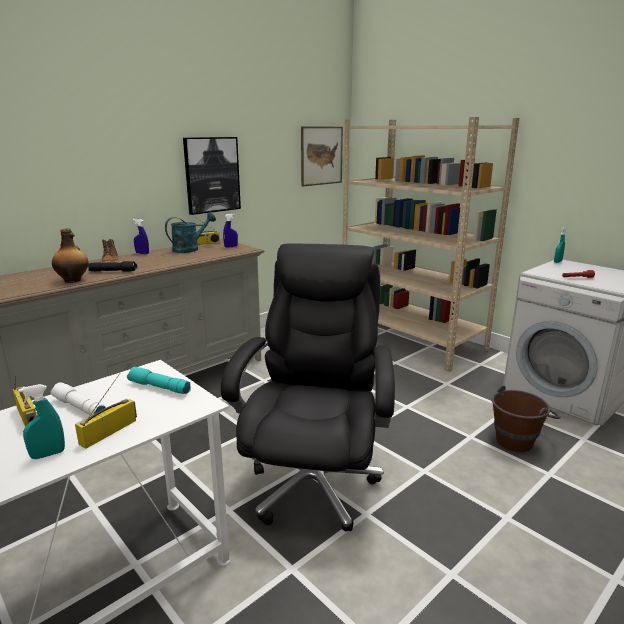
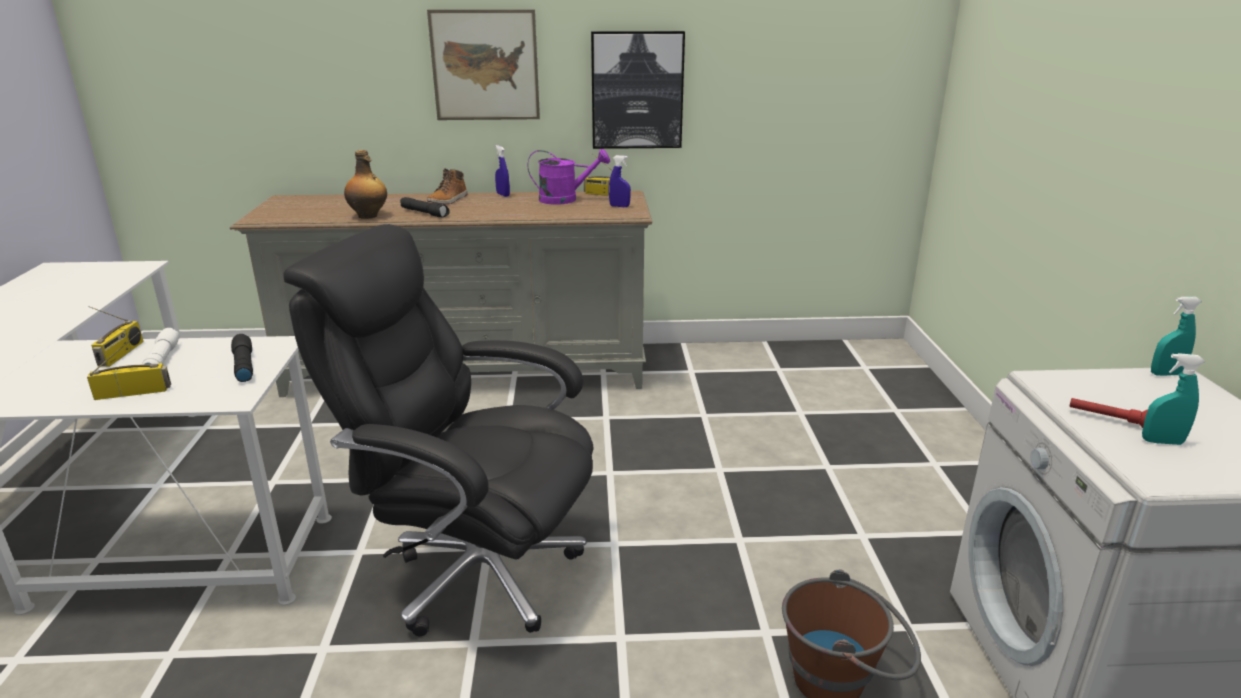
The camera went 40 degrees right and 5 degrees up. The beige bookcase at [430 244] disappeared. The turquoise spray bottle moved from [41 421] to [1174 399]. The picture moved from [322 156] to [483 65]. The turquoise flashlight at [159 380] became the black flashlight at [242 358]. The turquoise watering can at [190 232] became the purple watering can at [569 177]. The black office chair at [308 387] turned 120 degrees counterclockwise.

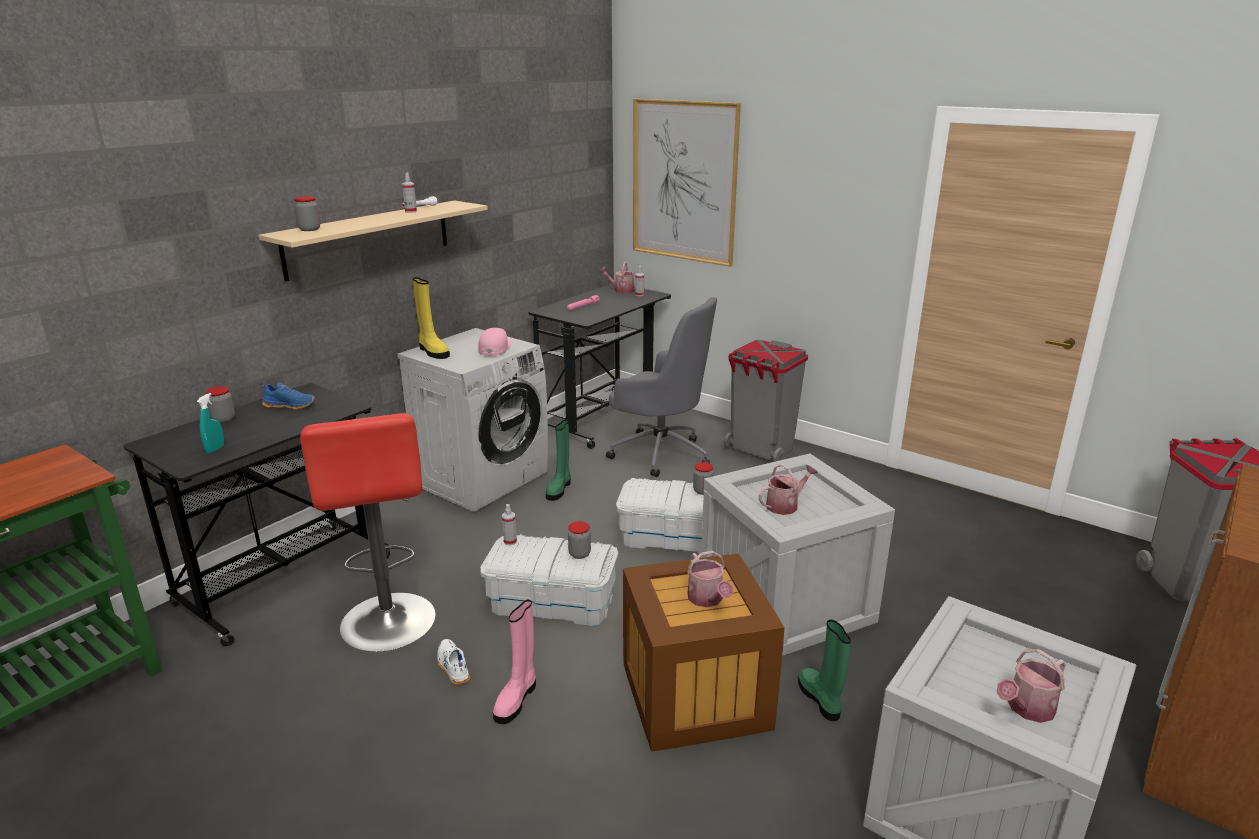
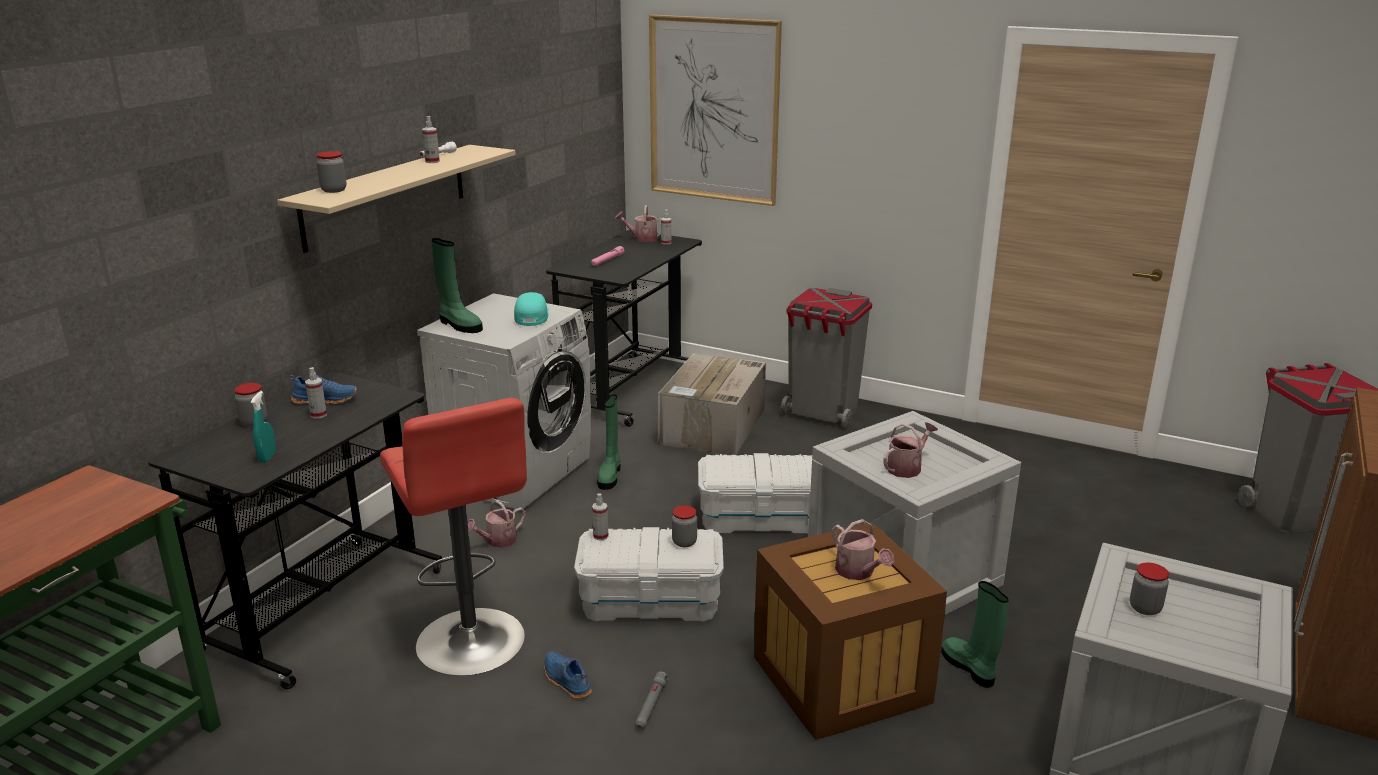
The camera went 10 degrees left and 0 degrees up. The spray bottle at [316 393] appeared. The jar moved from [703 478] to [1149 589]. The watering can moved from [1031 686] to [497 524]. The pink boot at [514 662] was replaced by the grey flashlight at [651 701]. The grey office chair at [661 387] was replaced by the cardboard box at [712 404]. The yellow boot at [431 318] became the green boot at [457 285]. The white shoe at [453 662] became the blue shoe at [568 675]. The pink cap at [496 342] became the turquoise cap at [531 309].

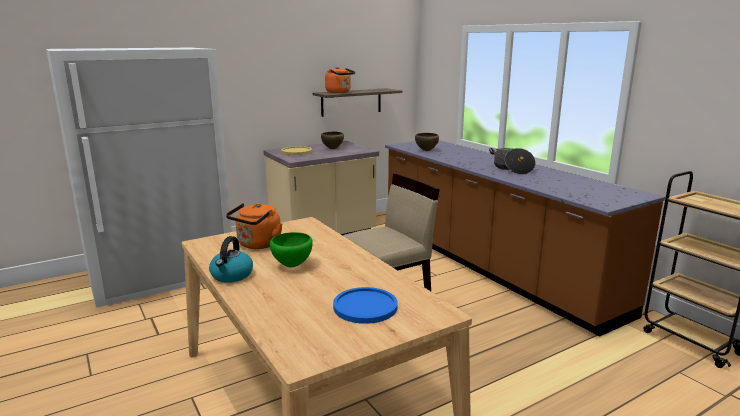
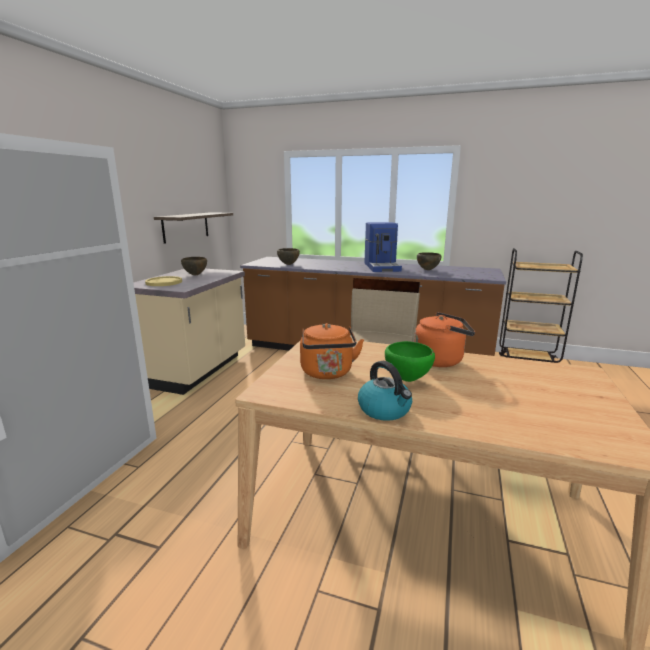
The camera went 40 degrees left and 0 degrees up. The blue plate at [365 305] disappeared. The brown bowl at [429 261] appeared. The orange kettle moved from [340 80] to [444 339]. The cooking pot at [512 161] was replaced by the coffee machine at [383 247].

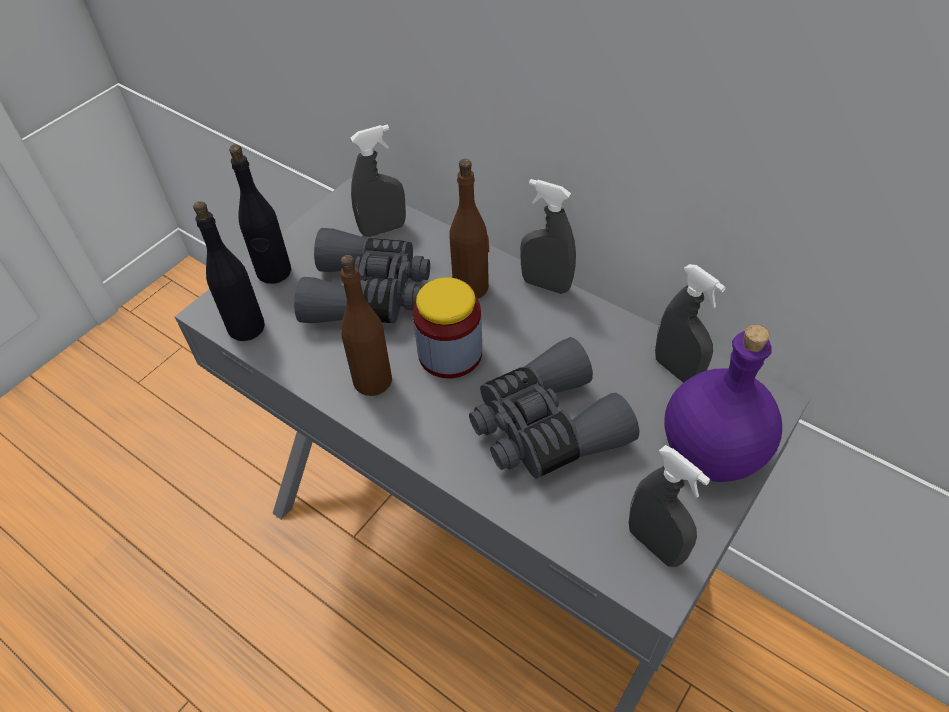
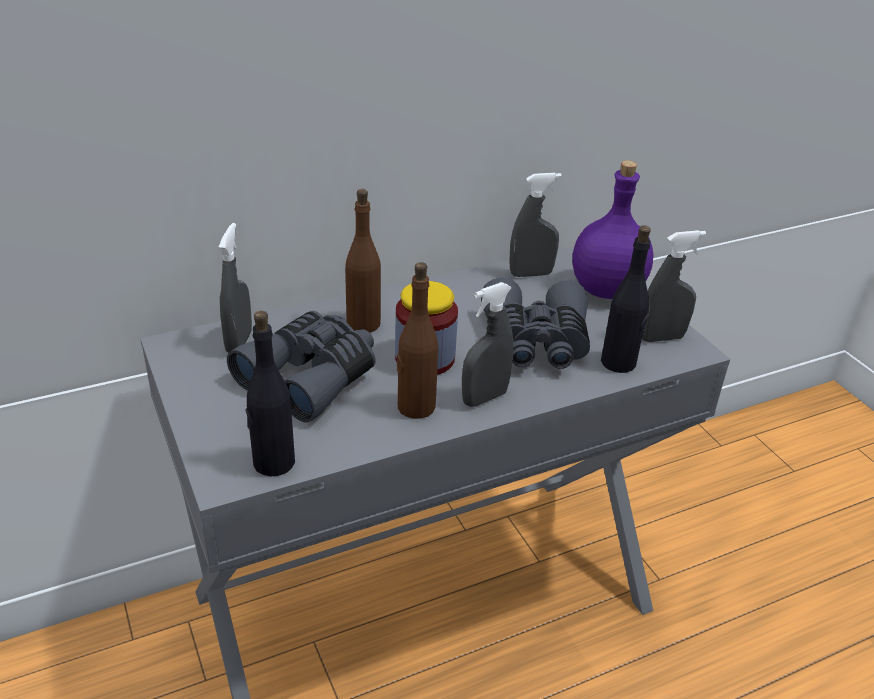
The camera went 65 degrees left and 15 degrees down. The black bottle moved from [260 214] to [626 299]. The grey spray bottle moved from [548 236] to [487 344].

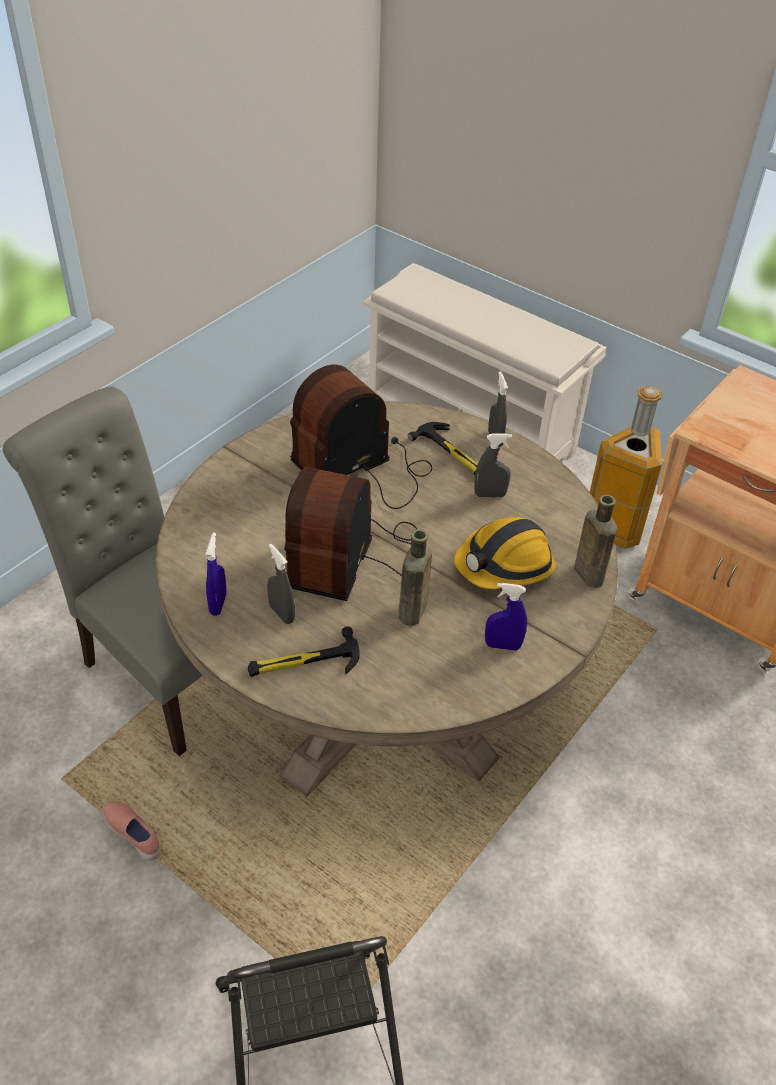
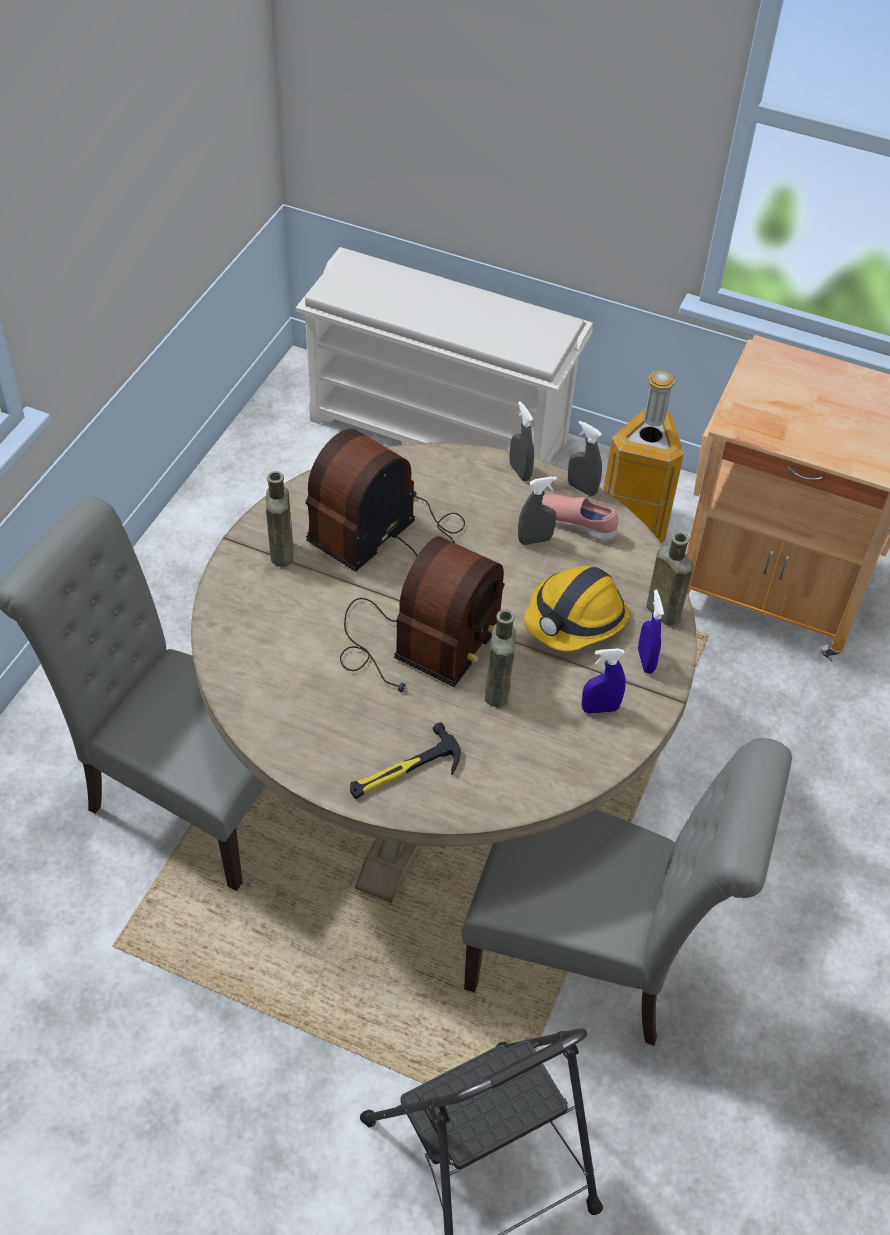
The camera went 15 degrees left and 5 degrees up. The hammer at [443 448] disappeared. The brown bottle at [279 519] appeared. The grey chair at [626 892] appeared. The pink shoe moved from [132 830] to [580 517]. The blue spray bottle moved from [215 574] to [651 632]. The grey spray bottle moved from [281 584] to [585 458]. The radio at [351 534] turned 150 degrees counterclockwise.

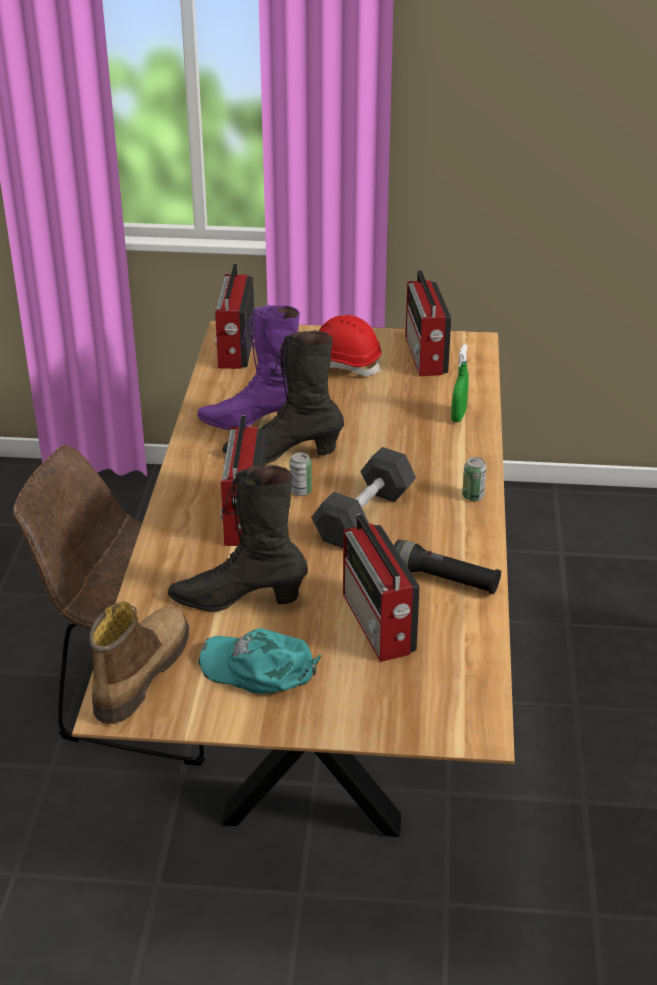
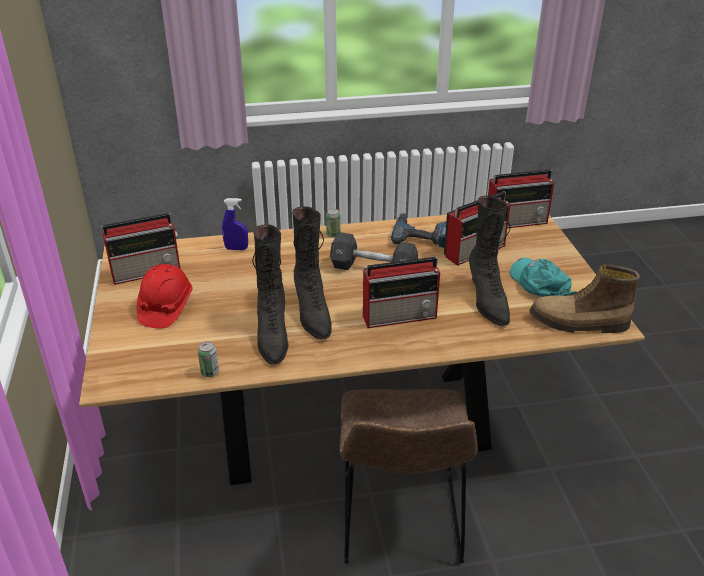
The camera went 105 degrees left and 0 degrees up. The radio moved from [234 316] to [521 199]. The can moved from [301 474] to [208 359]. The black flashlight at [447 567] was replaced by the power drill at [418 230]. The purple boot at [248 367] became the black boot at [270 294]. The green spray bottle at [460 383] became the blue spray bottle at [235 224]. The turquoise cap at [260 661] turned 150 degrees clockwise.

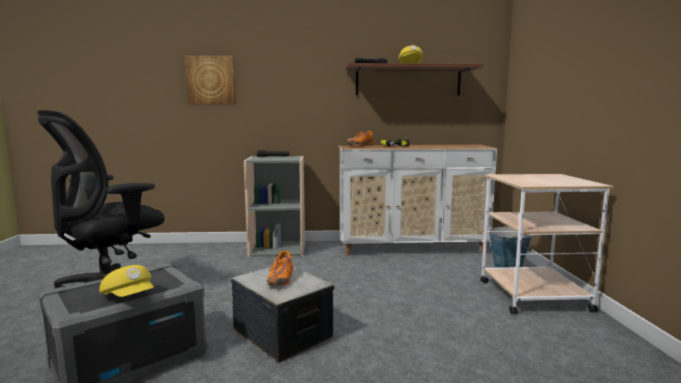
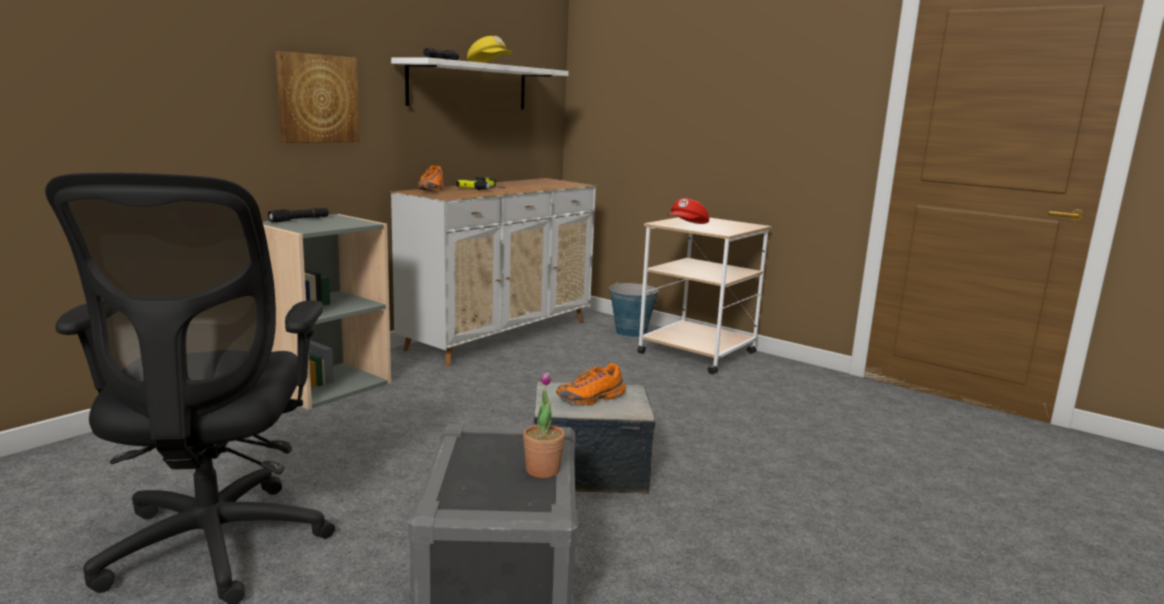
The camera went 50 degrees left and 5 degrees up. The red cap at [688 211] appeared. The picture moved from [210 80] to [317 97]. The yellow cap at [126 281] was replaced by the potted plant at [544 425]. The brown shelf at [414 79] became the white shelf at [480 84]. The orange shoe at [280 268] turned 105 degrees clockwise.

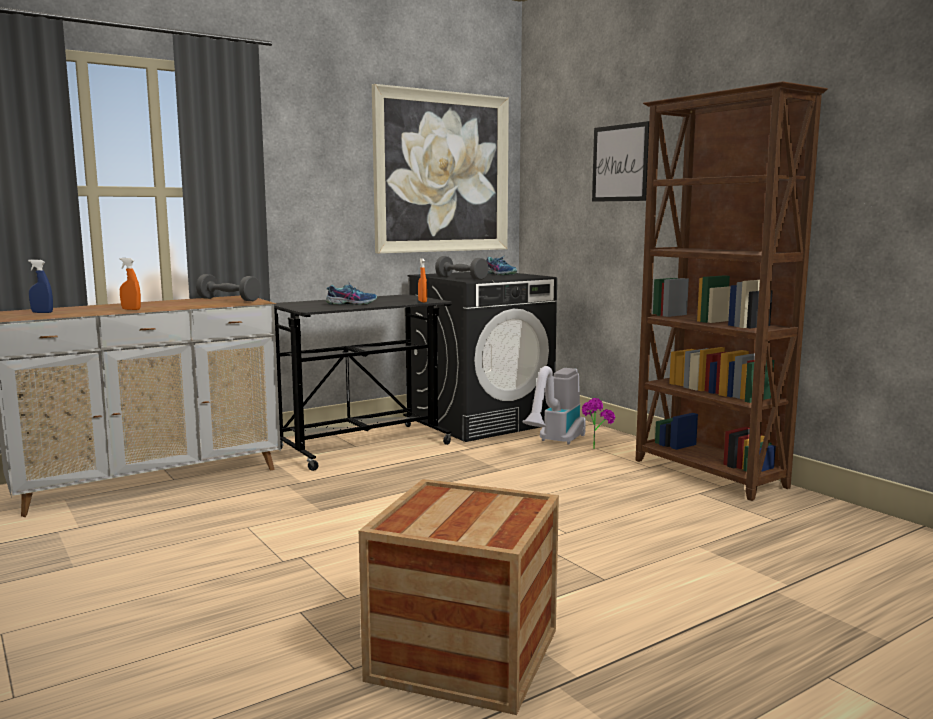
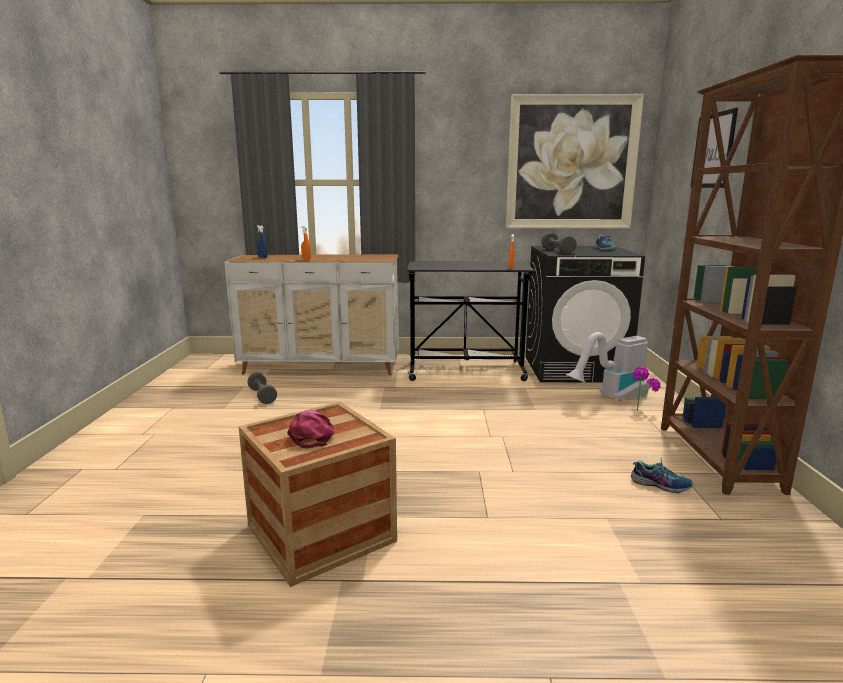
The camera went 35 degrees right and 5 degrees up. The pink cap at [311 429] appeared. The grey dumbbell moved from [228 287] to [262 388]. The shoe moved from [351 294] to [662 476].

